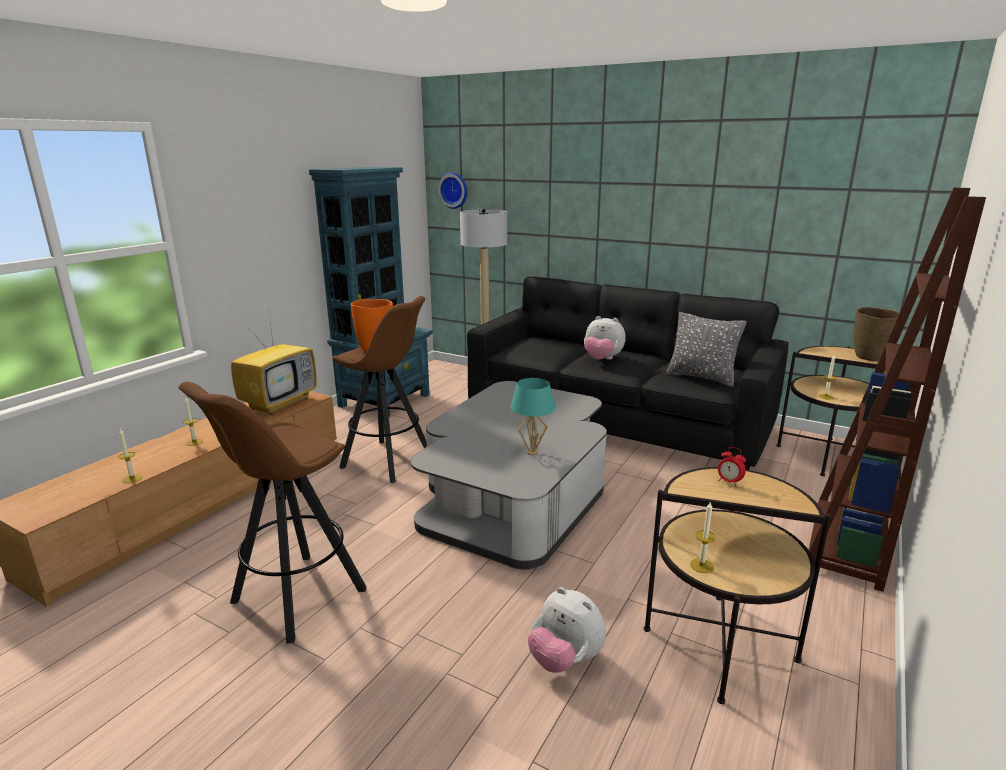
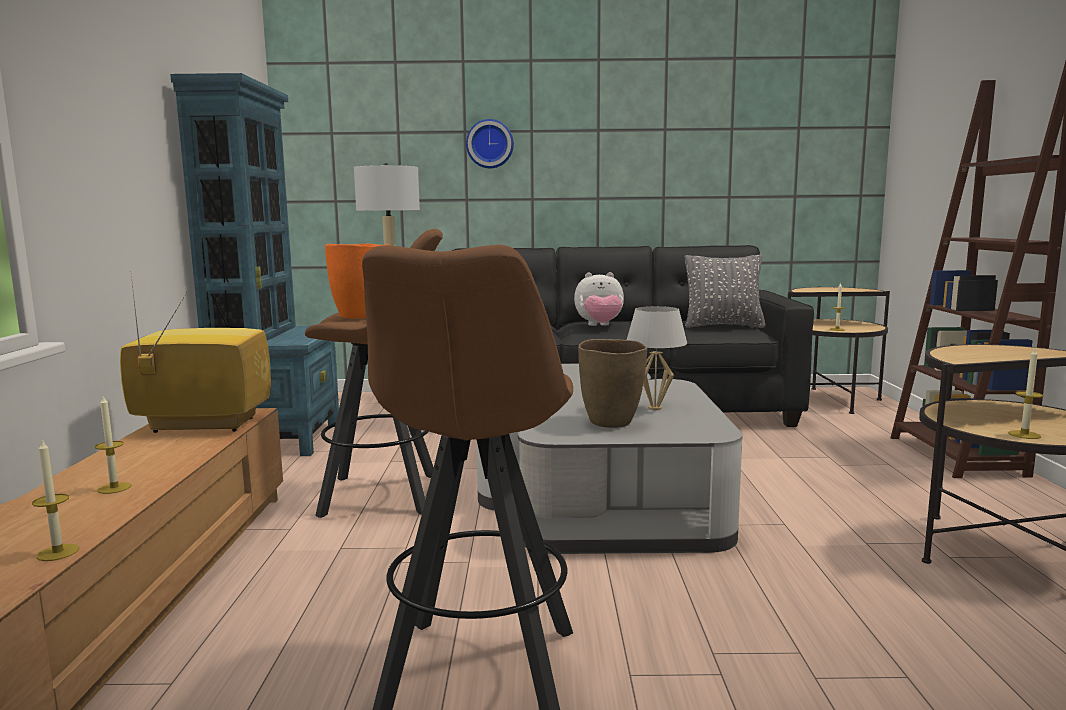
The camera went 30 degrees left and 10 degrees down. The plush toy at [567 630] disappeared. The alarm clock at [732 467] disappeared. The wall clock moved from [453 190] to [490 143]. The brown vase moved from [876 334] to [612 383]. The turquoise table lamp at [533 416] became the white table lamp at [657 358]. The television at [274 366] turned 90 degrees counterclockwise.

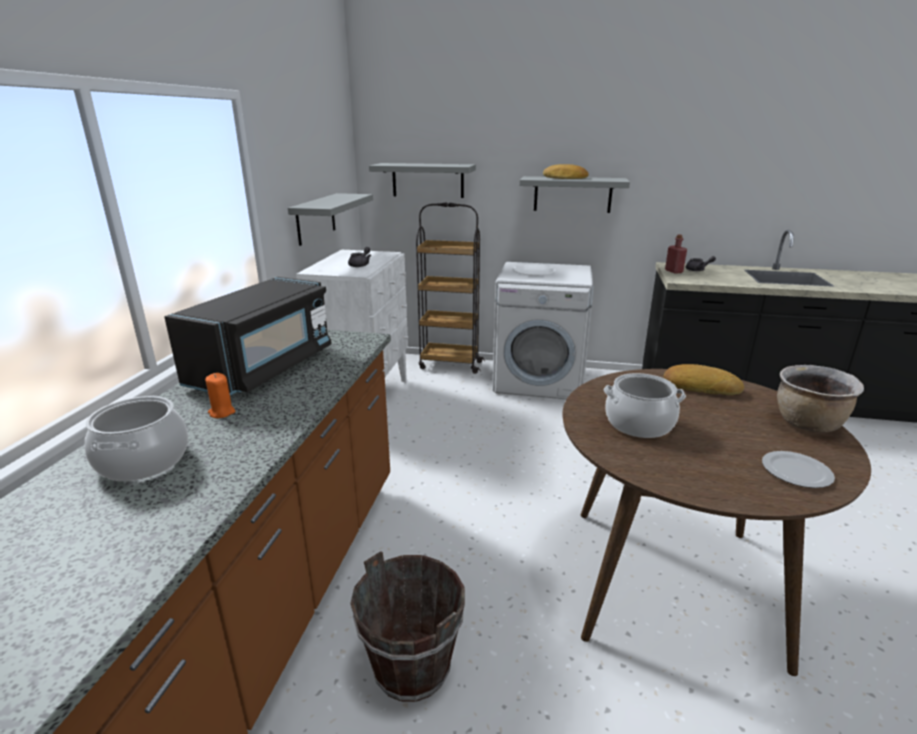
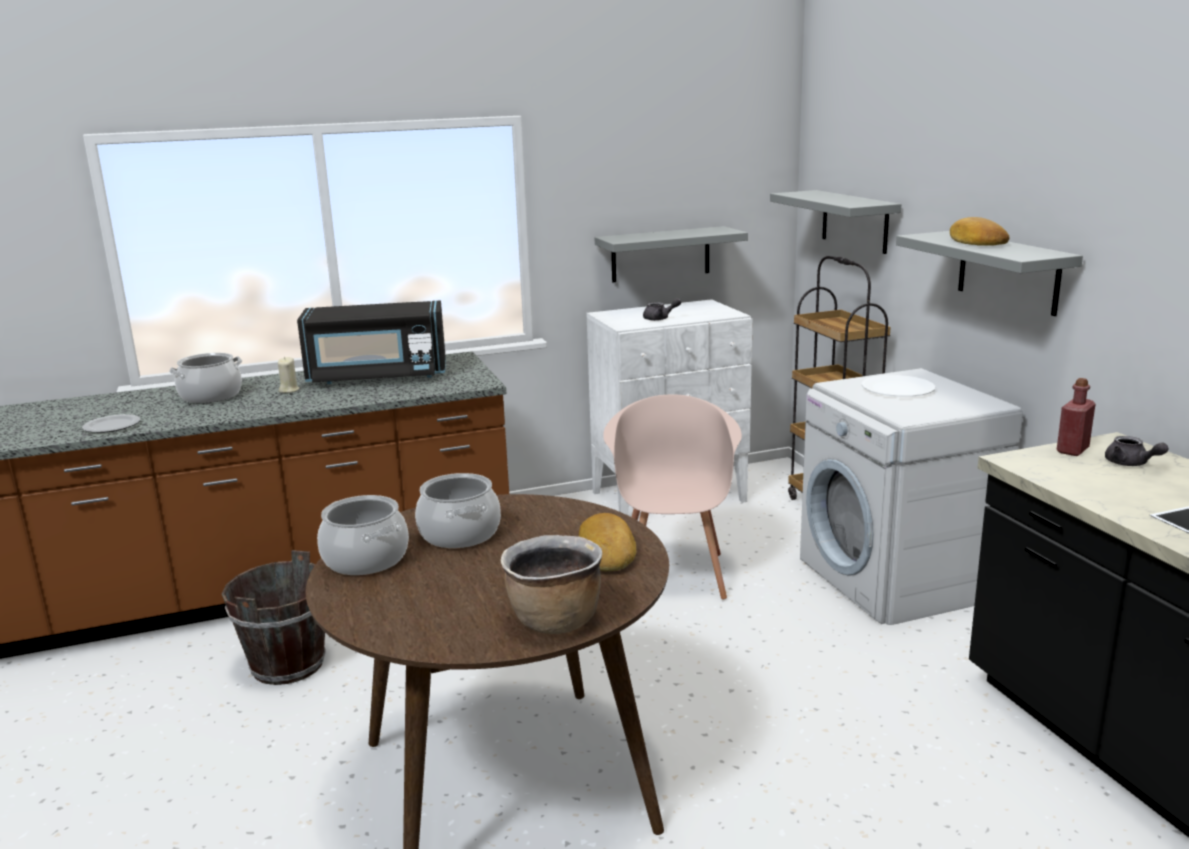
The camera went 60 degrees right and 5 degrees down. The cooking pot at [363 535] appeared. The beige chair at [672 497] appeared. The plate moved from [798 469] to [111 423]. The orange candle at [220 395] became the beige candle at [289 375].

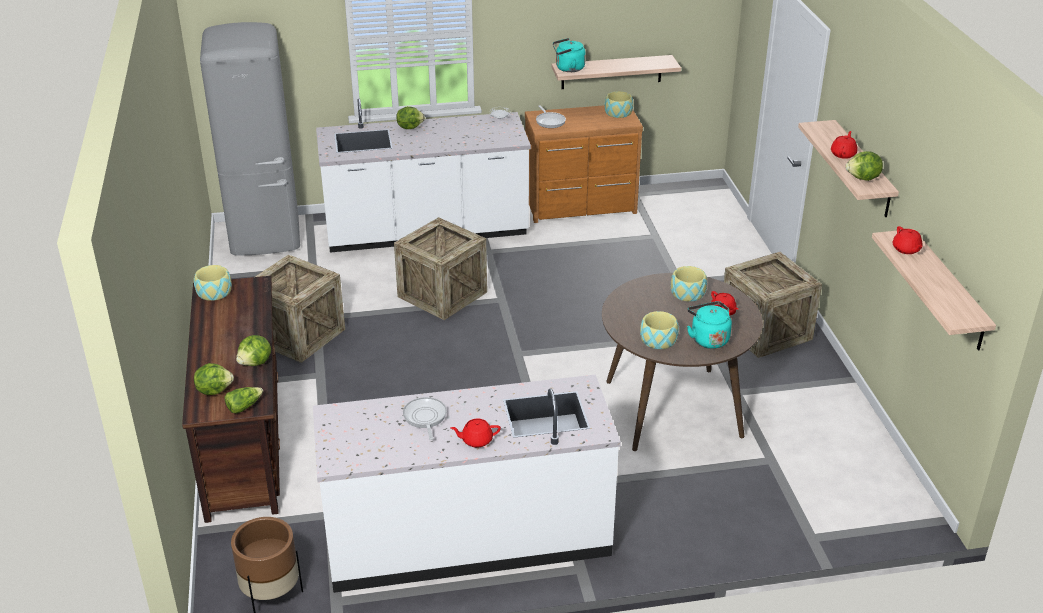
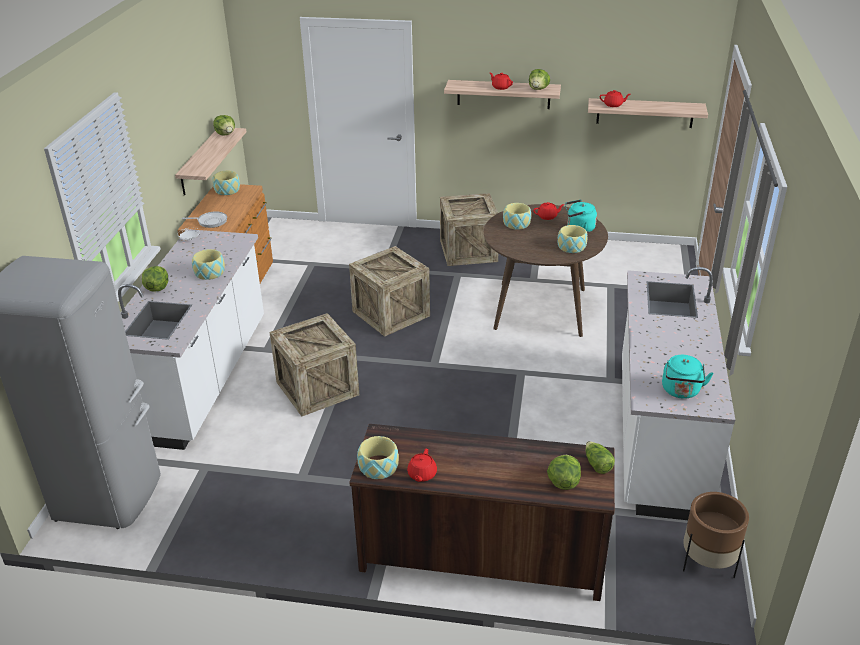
The camera went 70 degrees left and 0 degrees up. The frying pan at [425 418] disappeared. The bowl at [208 264] appeared. The lettuce moved from [253 350] to [224 125]. The crate moved from [300 308] to [389 291]. The red teapot moved from [476 433] to [422 465]. The turquoise kettle moved from [569 55] to [688 377].

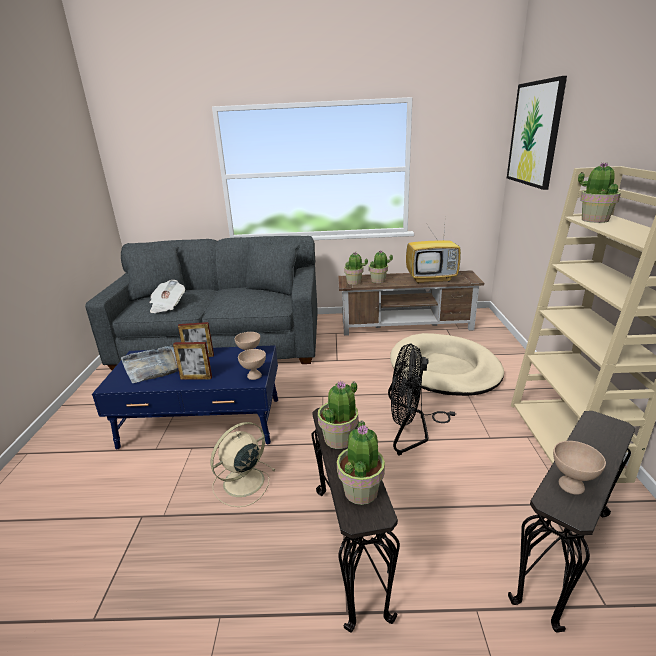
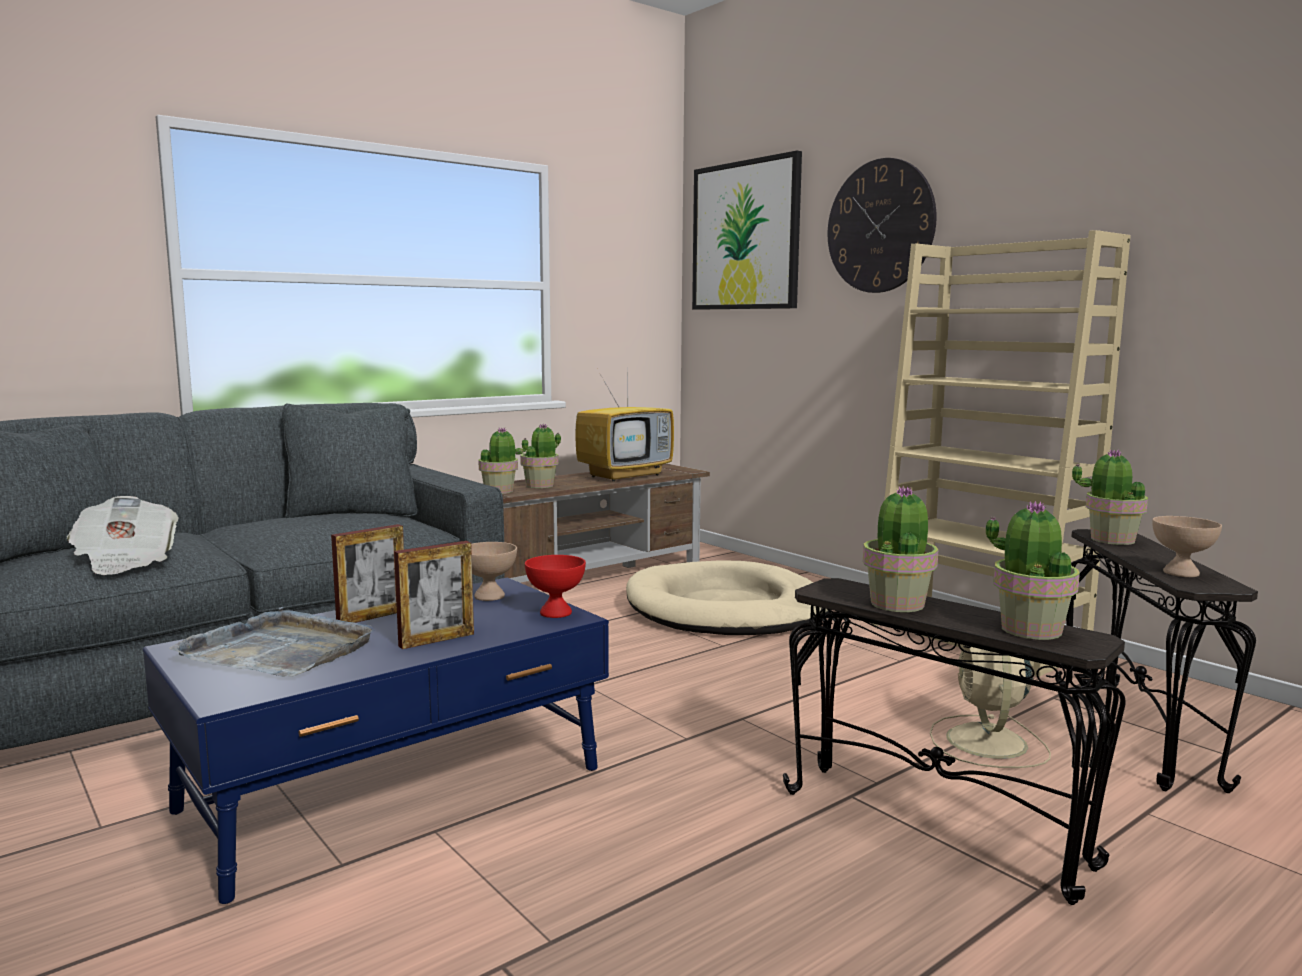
The camera went 40 degrees left and 15 degrees down. The black fan at [422 400] disappeared. The wall clock at [882 225] appeared. The beige fan moved from [243 464] to [990 706]. The potted plant moved from [599 192] to [1110 497]. The beige bowl at [252 364] became the red bowl at [555 586].

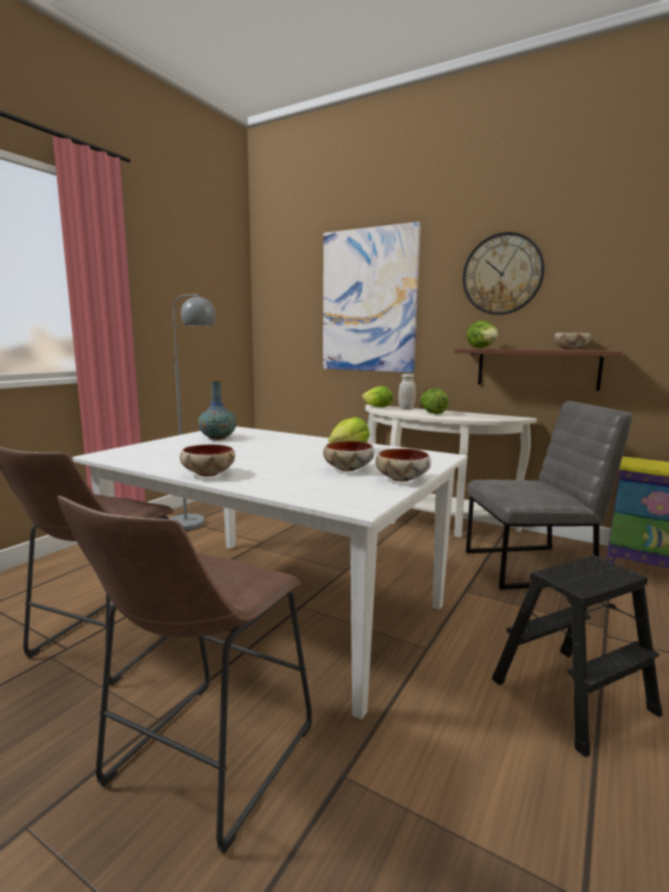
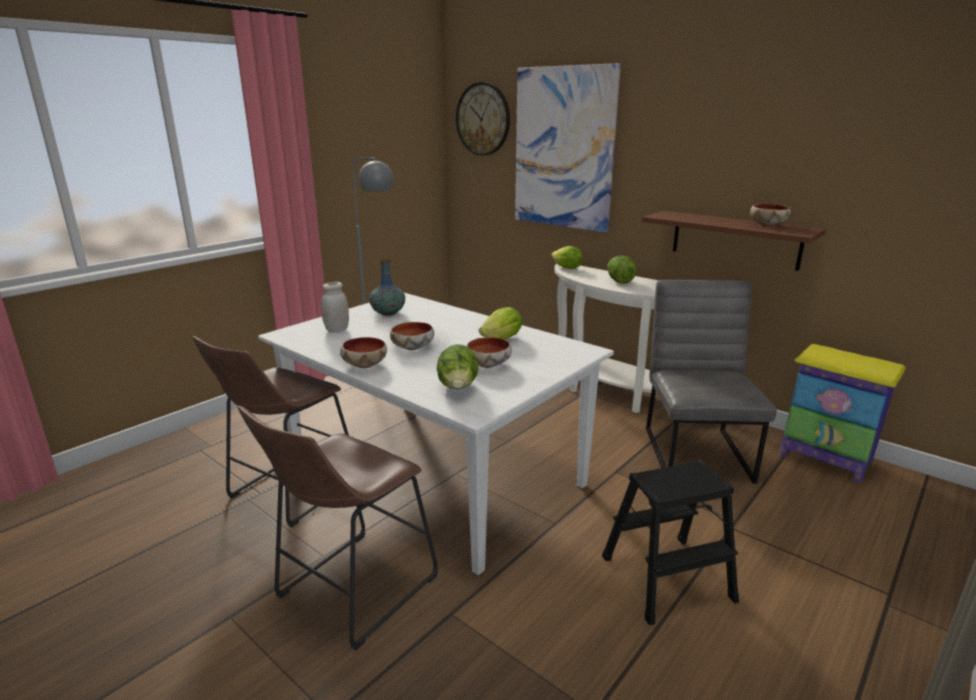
The camera went 10 degrees right and 10 degrees up. The bowl moved from [403 465] to [412 336]. The white jar moved from [407 392] to [335 307]. The wall clock moved from [503 273] to [483 118]. The lettuce moved from [482 334] to [457 366]. The grey chair at [549 495] turned 90 degrees counterclockwise.

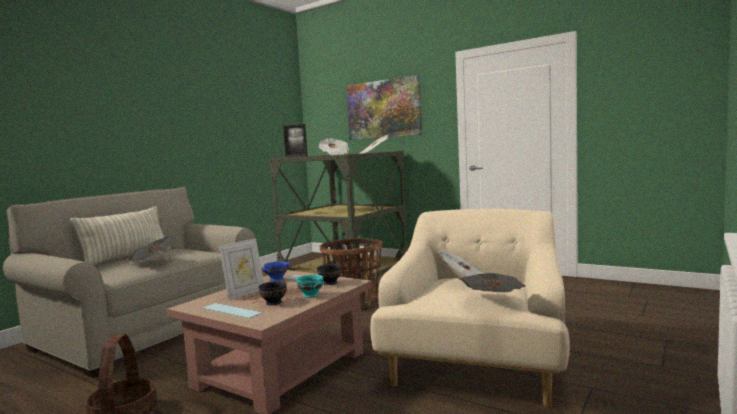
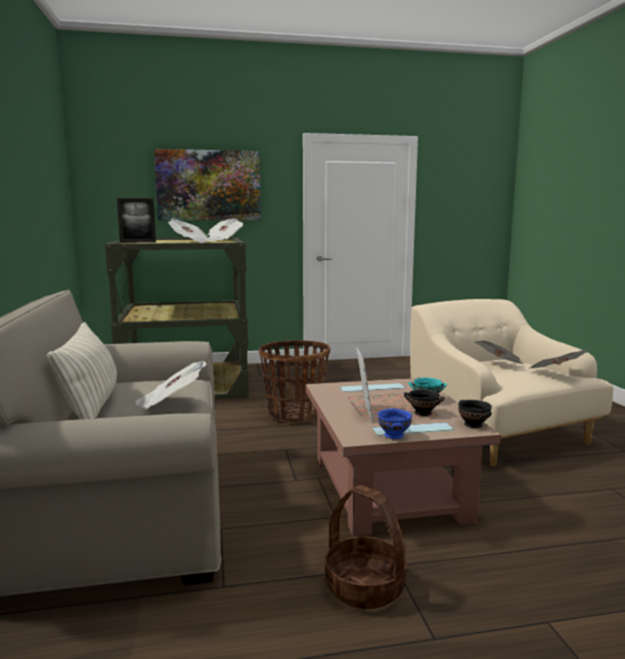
The camera went 45 degrees left and 5 degrees up. The blue bowl moved from [276 271] to [395 423]. The black bowl moved from [329 274] to [475 414].

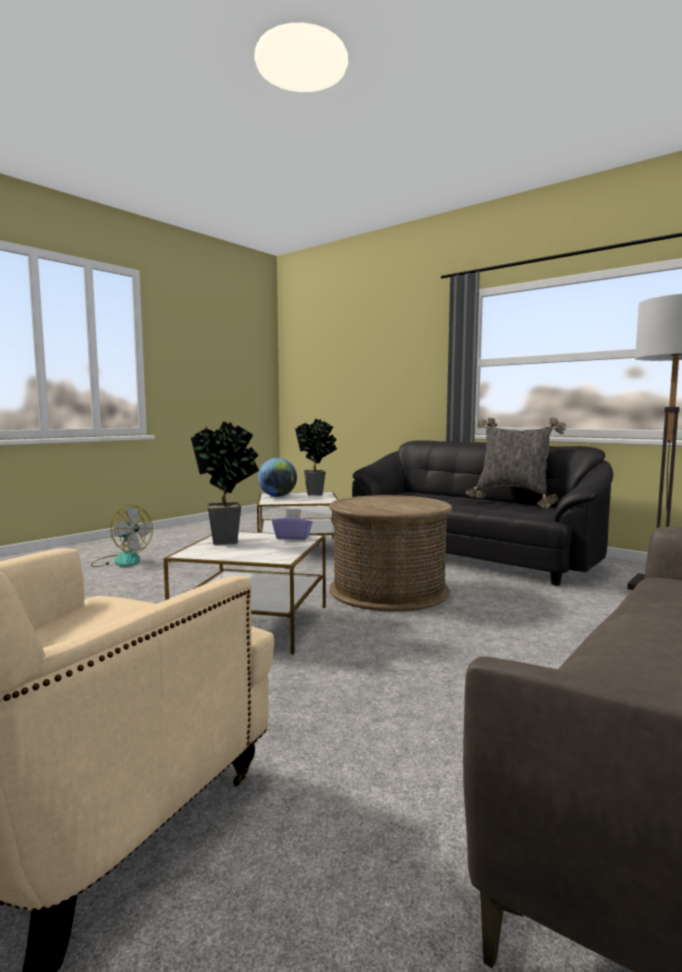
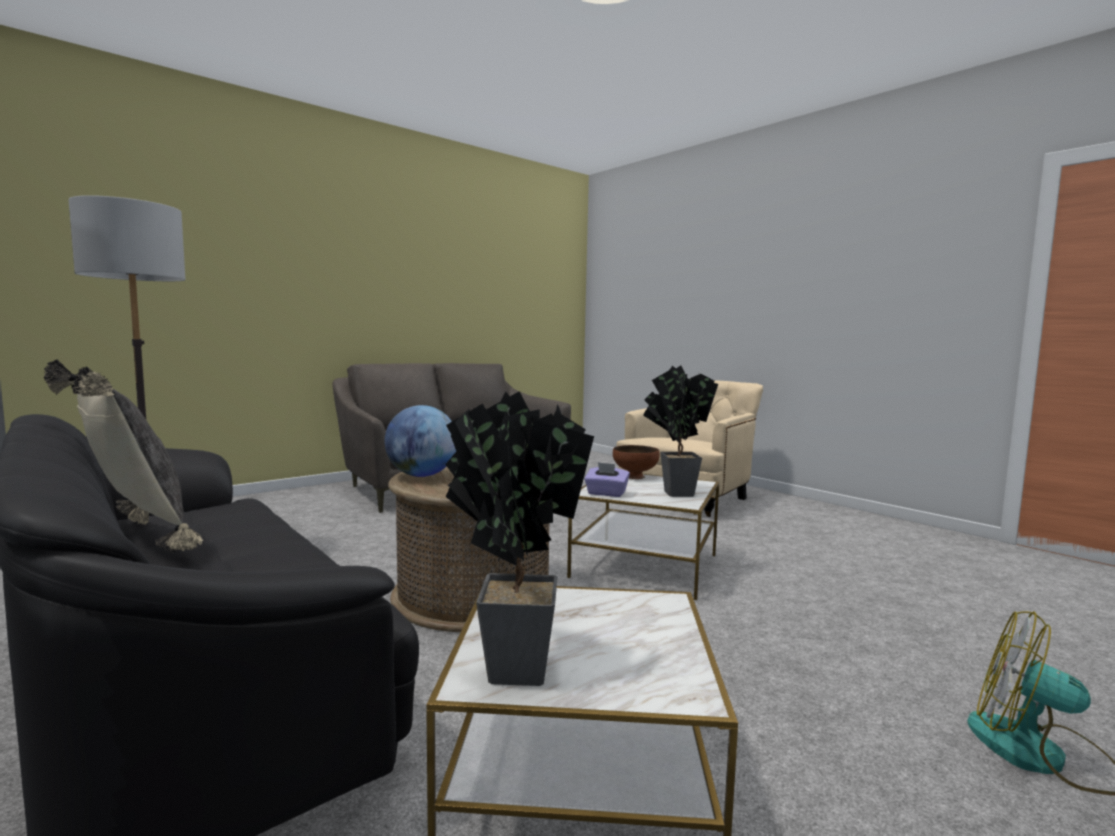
The camera went 170 degrees left and 0 degrees up. The brown bowl at [636 462] appeared. The globe moved from [277 477] to [420 441].

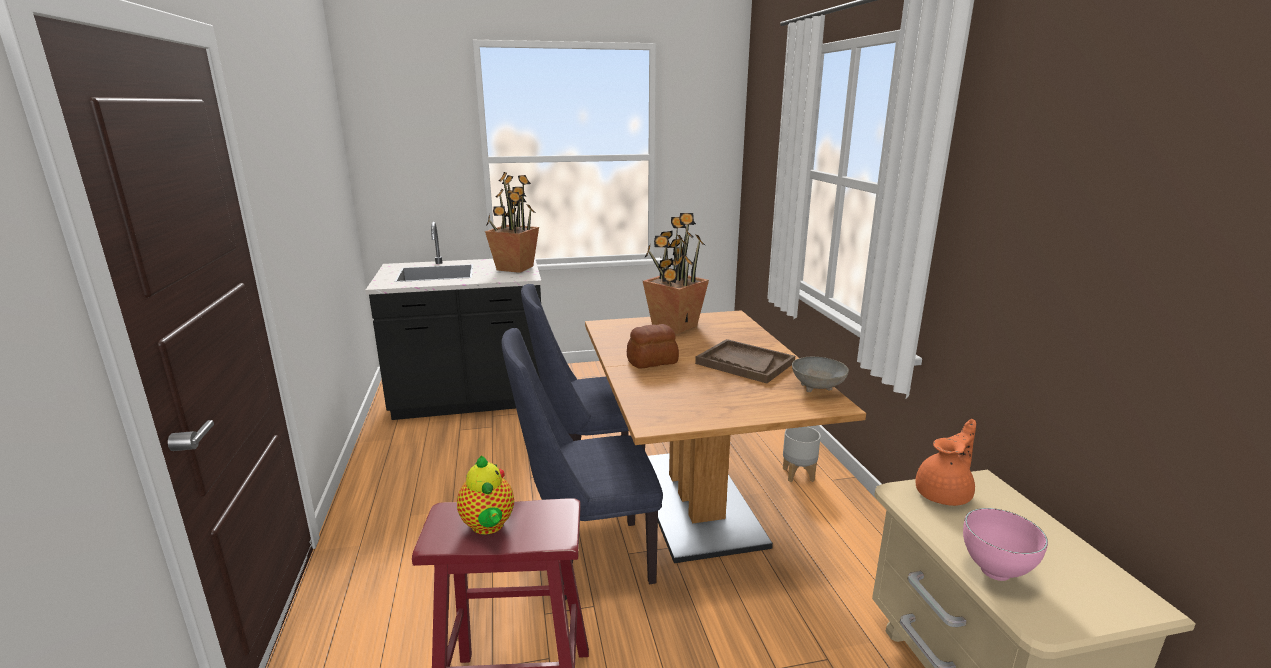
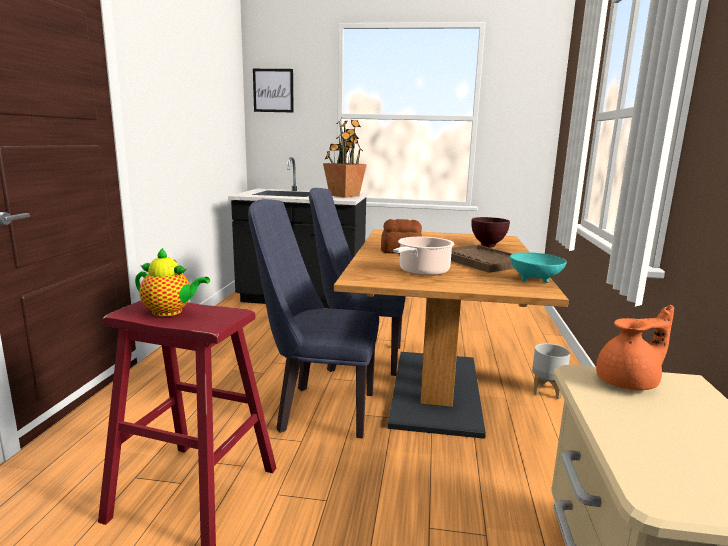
The camera went 20 degrees right and 5 degrees down. The potted plant at [676 273] disappeared. The pink bowl at [1005 544] disappeared. The picture at [273 91] appeared. The cooking pot at [423 256] appeared. The brown bowl at [490 232] appeared. The grey bowl at [820 374] became the turquoise bowl at [538 267]. The teapot at [485 495] turned 75 degrees counterclockwise.

